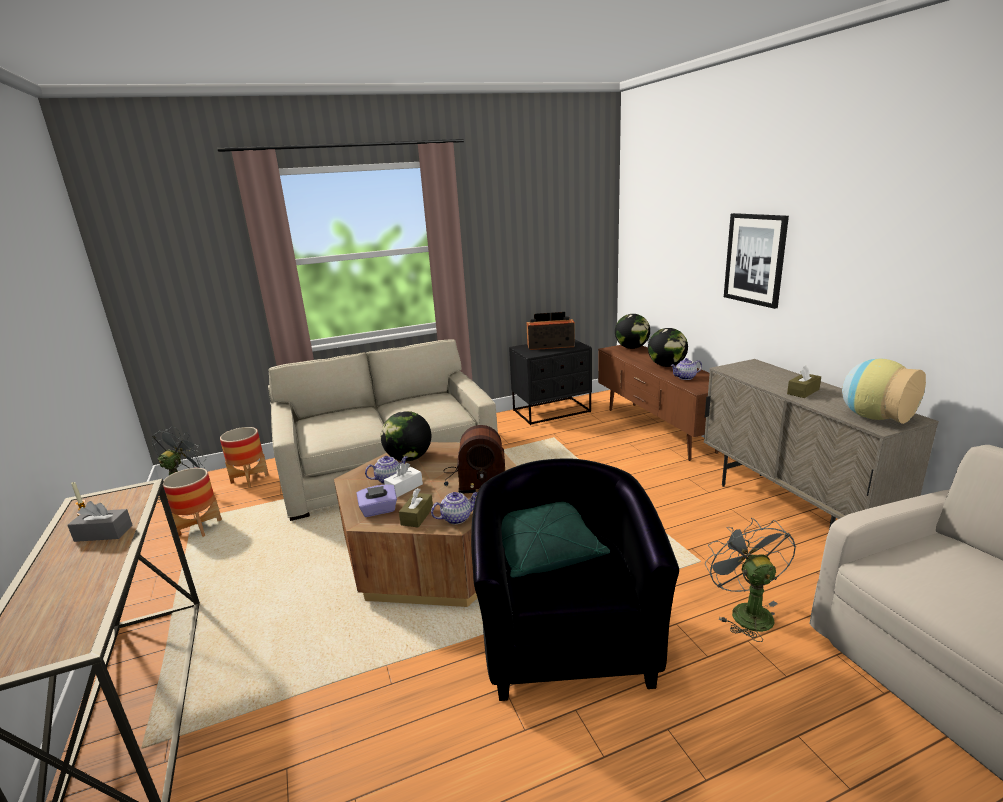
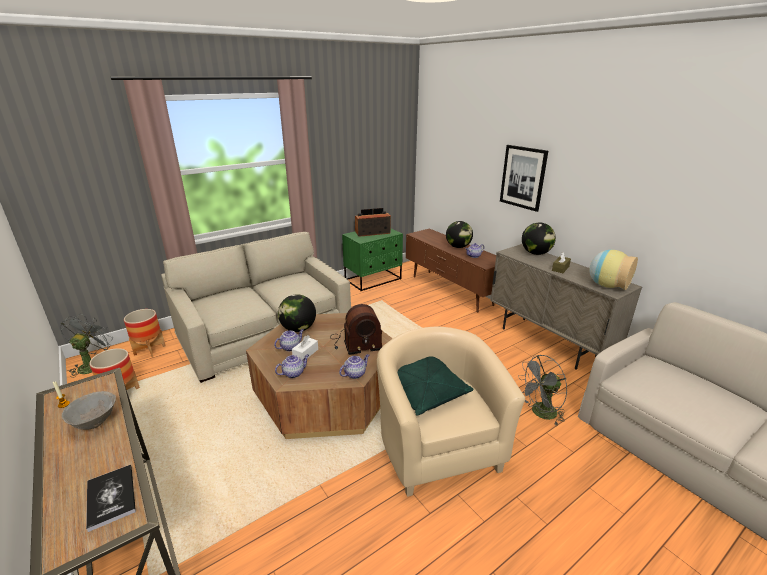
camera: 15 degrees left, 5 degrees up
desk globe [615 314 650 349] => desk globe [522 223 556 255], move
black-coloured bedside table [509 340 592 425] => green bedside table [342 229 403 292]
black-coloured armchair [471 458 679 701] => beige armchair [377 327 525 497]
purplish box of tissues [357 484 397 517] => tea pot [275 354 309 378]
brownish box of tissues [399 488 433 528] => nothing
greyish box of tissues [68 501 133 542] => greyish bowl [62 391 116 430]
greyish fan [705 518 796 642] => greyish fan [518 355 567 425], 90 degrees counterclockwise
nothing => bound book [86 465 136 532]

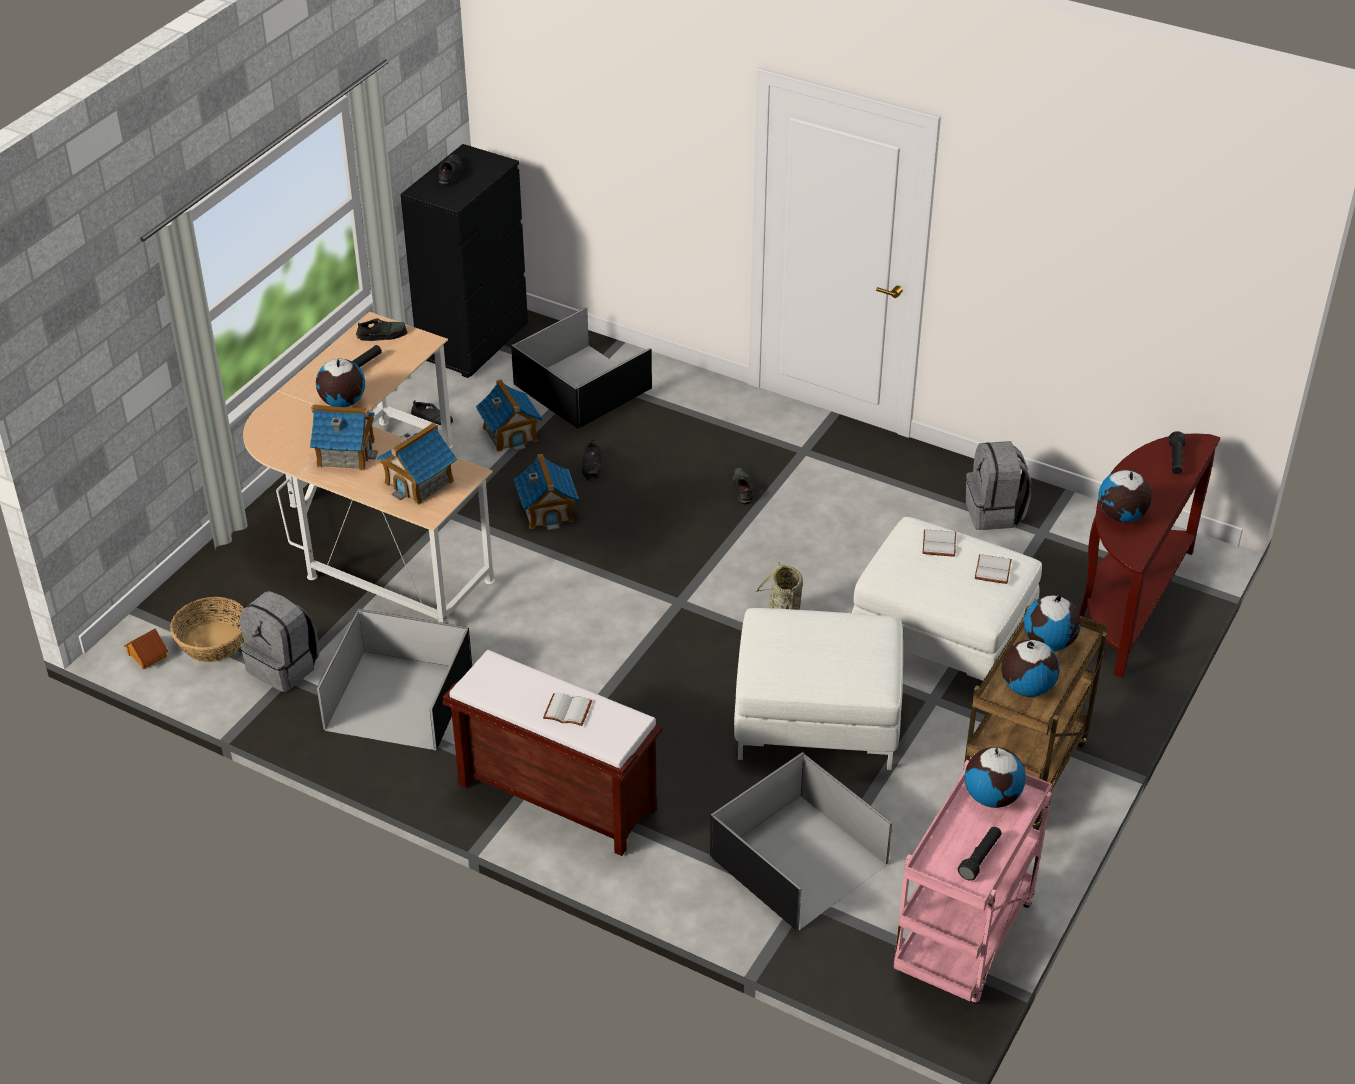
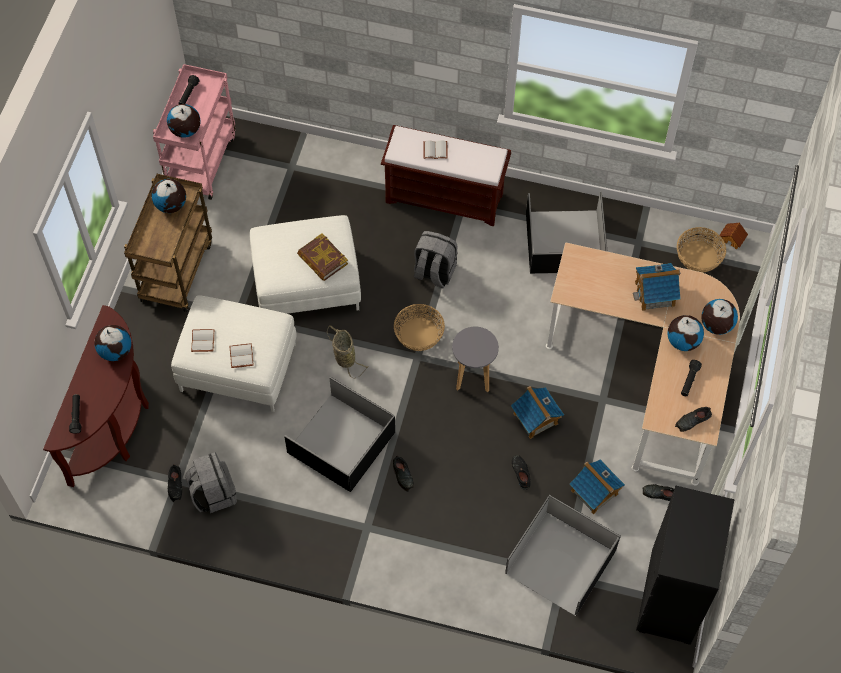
camera: 165 degrees right, 20 degrees up
black-coloured item of footwear [439 154 463 186] => black-coloured item of footwear [168 464 182 502], move
miniature house [377 422 457 505] => nothing
greyish backpack [240 591 319 692] => greyish backpack [413 231 458 288], move
desk globe [1024 595 1081 651] => desk globe [701 299 738 335], move
black-coloured storage box [710 752 892 931] => black-coloured storage box [284 377 395 492], move
nothing => bound book [297 233 348 281]
nothing => storage basket [394 304 445 351]
nothing => greyish sitting stool [452 327 499 392]

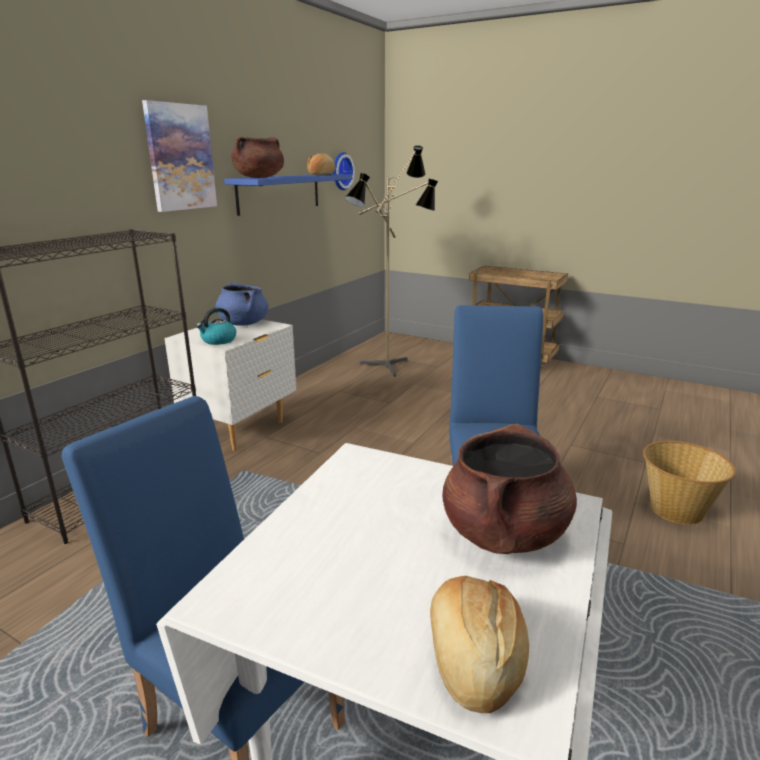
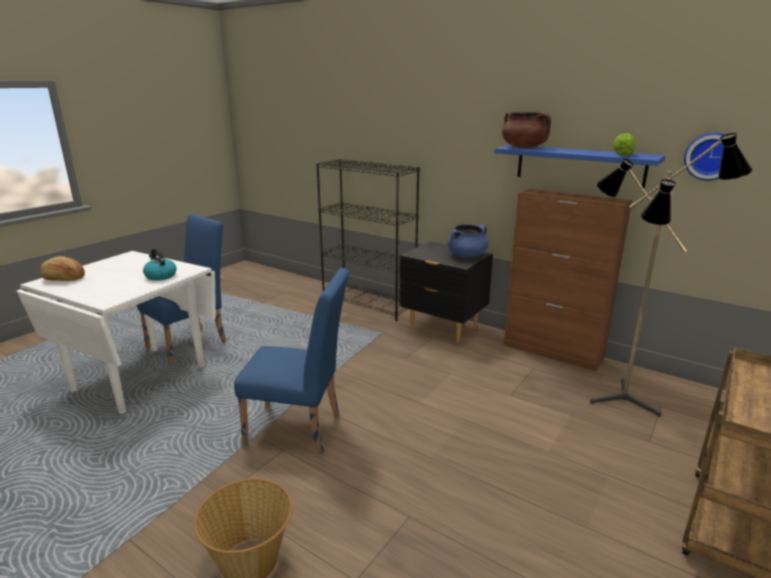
camera: 95 degrees right, 0 degrees up
picture [142 100 217 212] => nothing
bakery bread [307 154 335 175] => lettuce head [613 133 635 156]
kettle [196 308 237 345] => kettle [143 248 176 281], move
white-coloured bedside table [164 319 296 451] => black-coloured bedside table [399 242 493 343]
brownish cooking pot [442 424 577 554] => nothing
nothing => brownish cabinet [504 188 632 371]

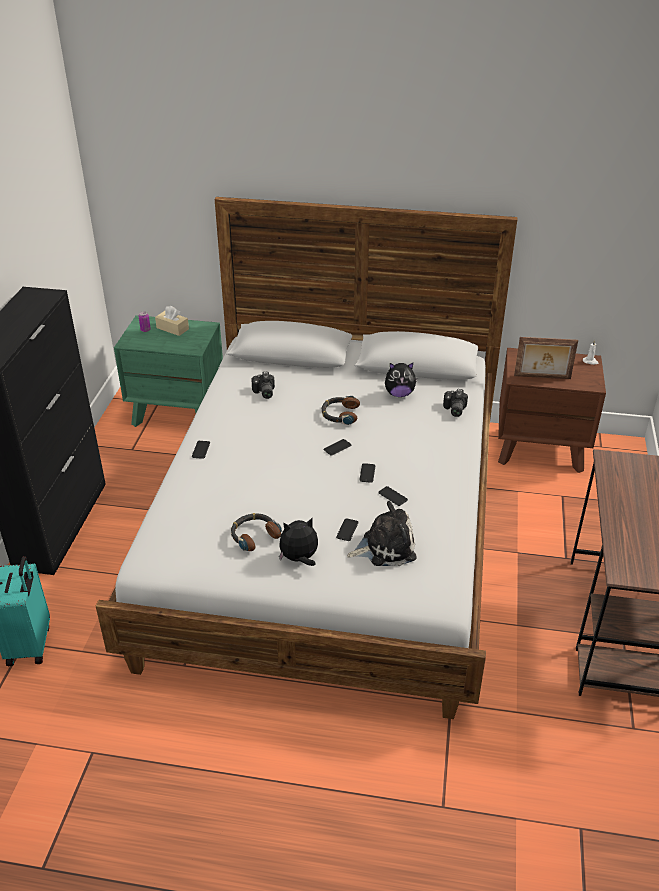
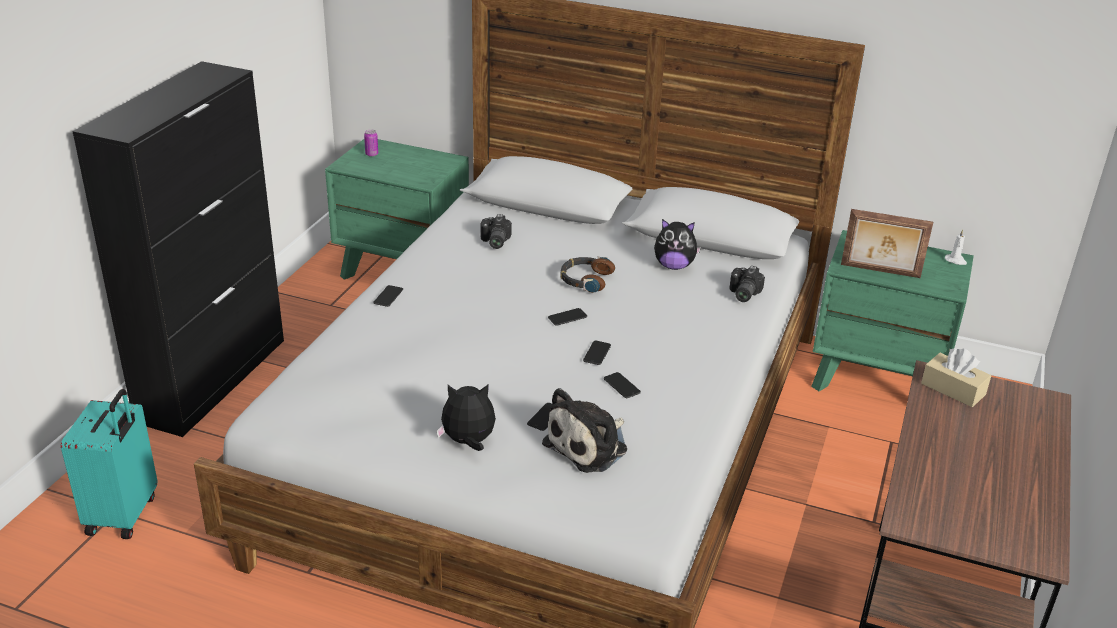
camera: 10 degrees right, 5 degrees down
beige box of tissues [155 306 189 336] => beige box of tissues [921 348 991 407], move
brownish bedside table [498 348 606 473] => green bedside table [811 230 974 391]
soft toy [347 501 417 566] => soft toy [542 388 627 473], 135 degrees clockwise
pair of headphones [231 513 282 551] => nothing

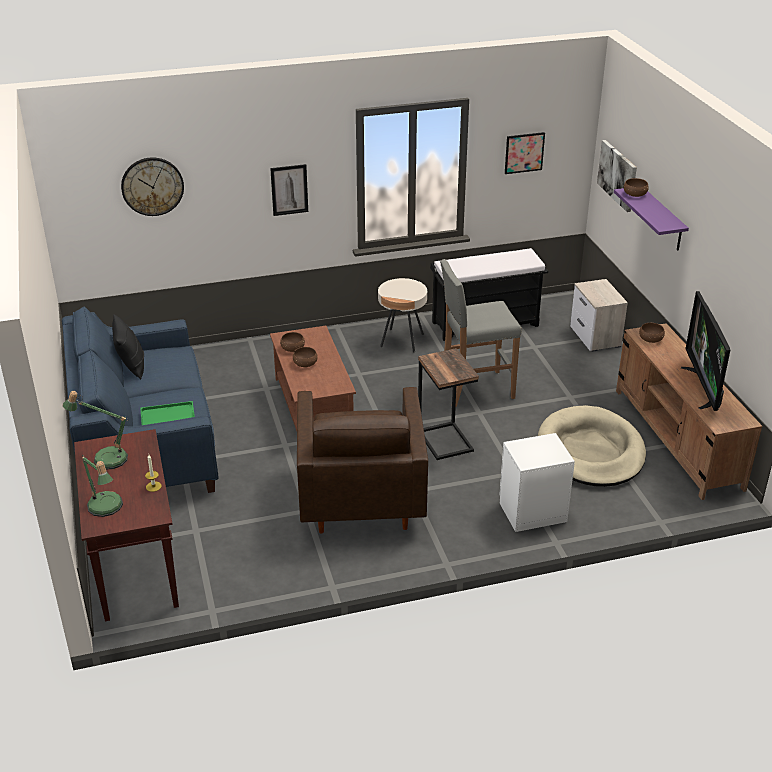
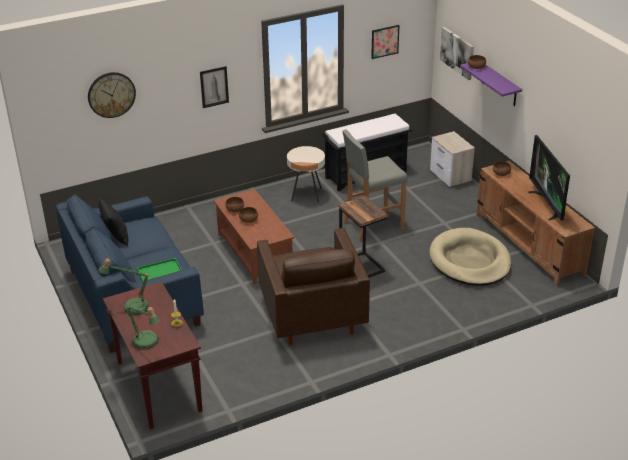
camera: 10 degrees left, 0 degrees up
white-coloured bedside table [499 433 575 532] => nothing

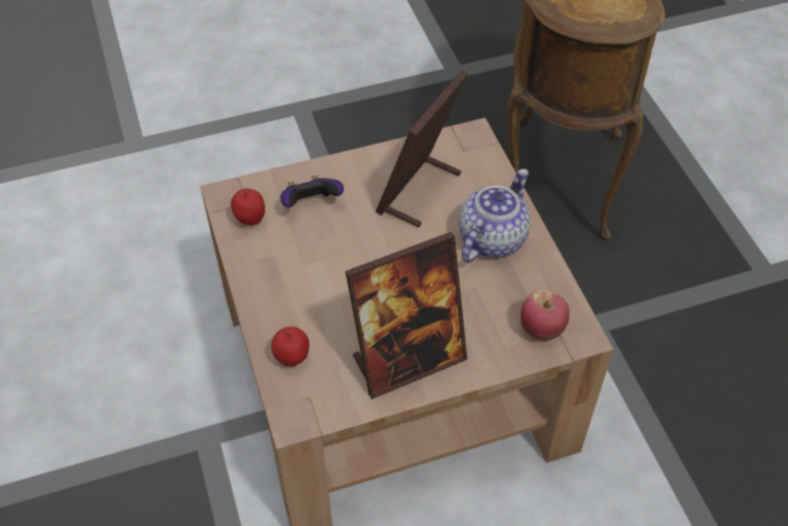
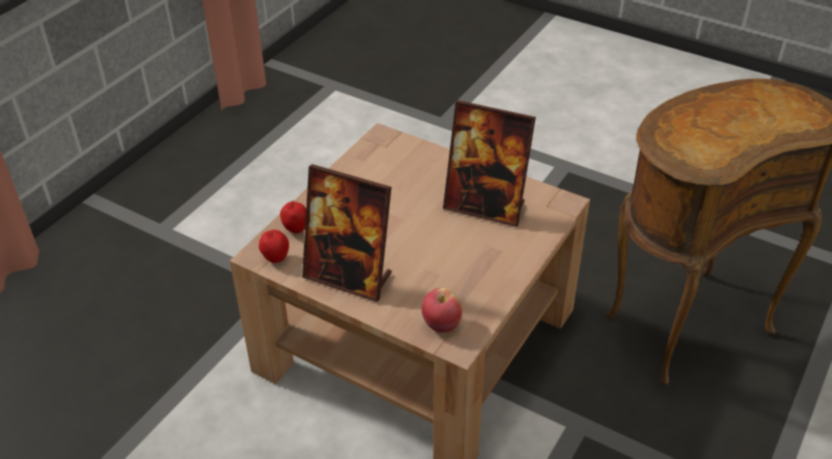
camera: 50 degrees right, 10 degrees down
standing frame [375 70 468 227] => standing frame [443 100 536 227], 150 degrees counterclockwise
tea pot [459 169 531 262] => nothing
game controller [280 175 344 208] => nothing
whole apple [231 188 265 226] => whole apple [259 229 289 263], move

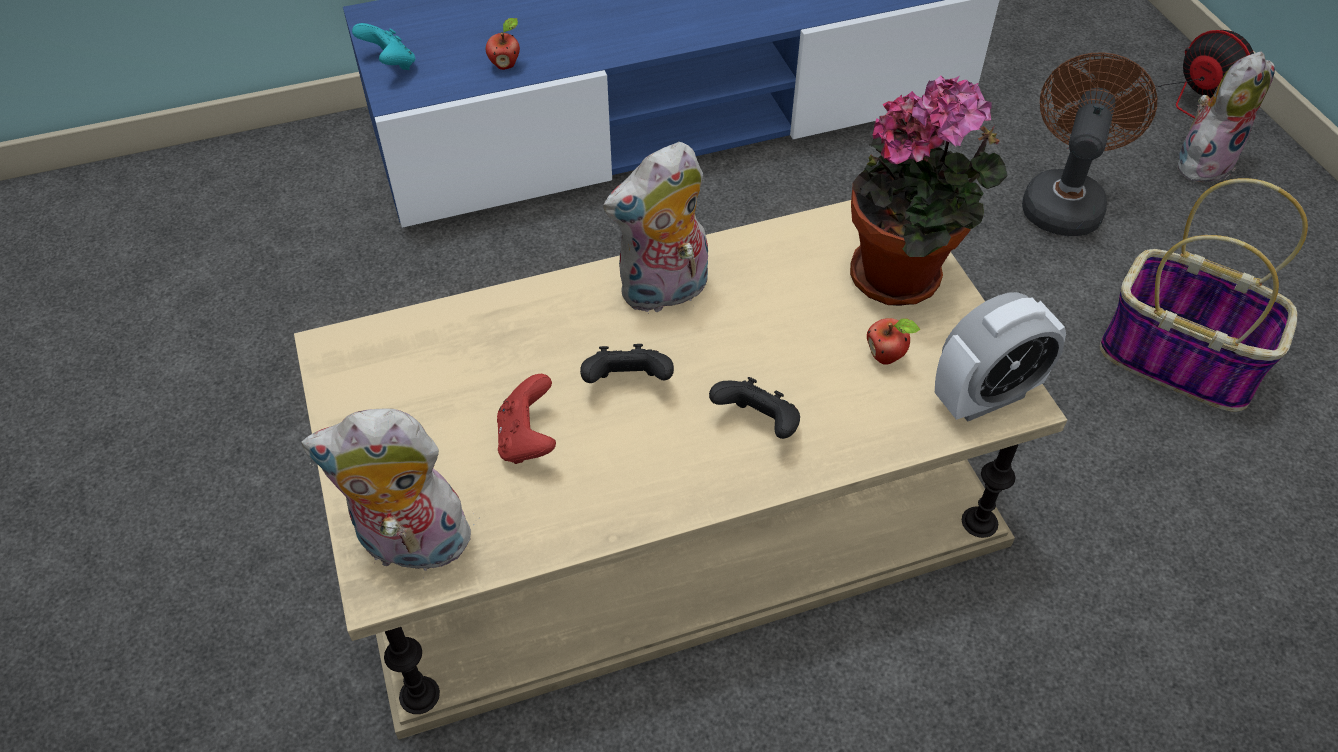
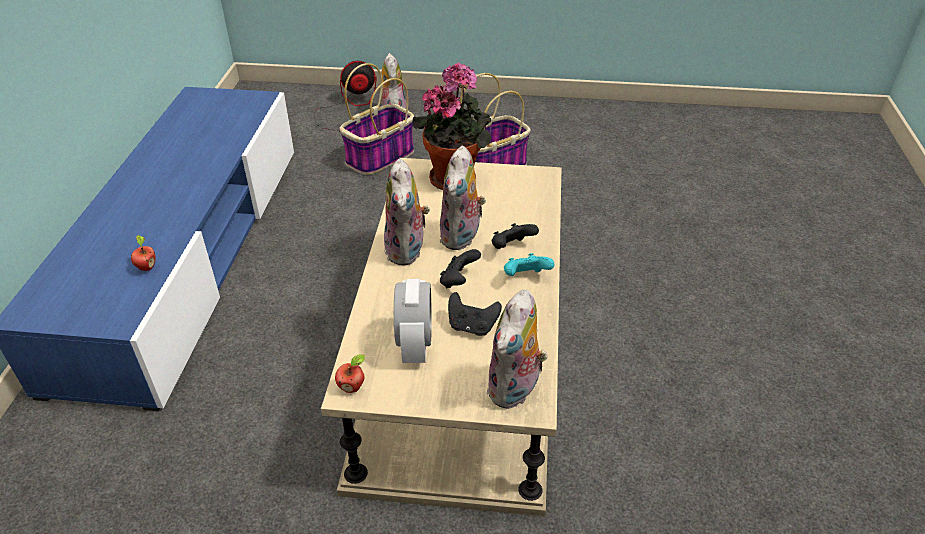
camera: 65 degrees left, 10 degrees down
turquoise-coloured game controller [352 23 415 70] => turquoise-coloured game controller [504 253 554 276], move
brownish fan [1022 52 1157 236] => storage basket [340 63 414 175]
alarm clock [935 292 1066 422] => alarm clock [394 279 432 363], move
whole apple [867 318 920 365] => whole apple [335 354 365 393], move
reddish game controller [497 374 556 464] => black-coloured game controller [448 292 502 336]
nothing => soft toy [440 146 486 250]

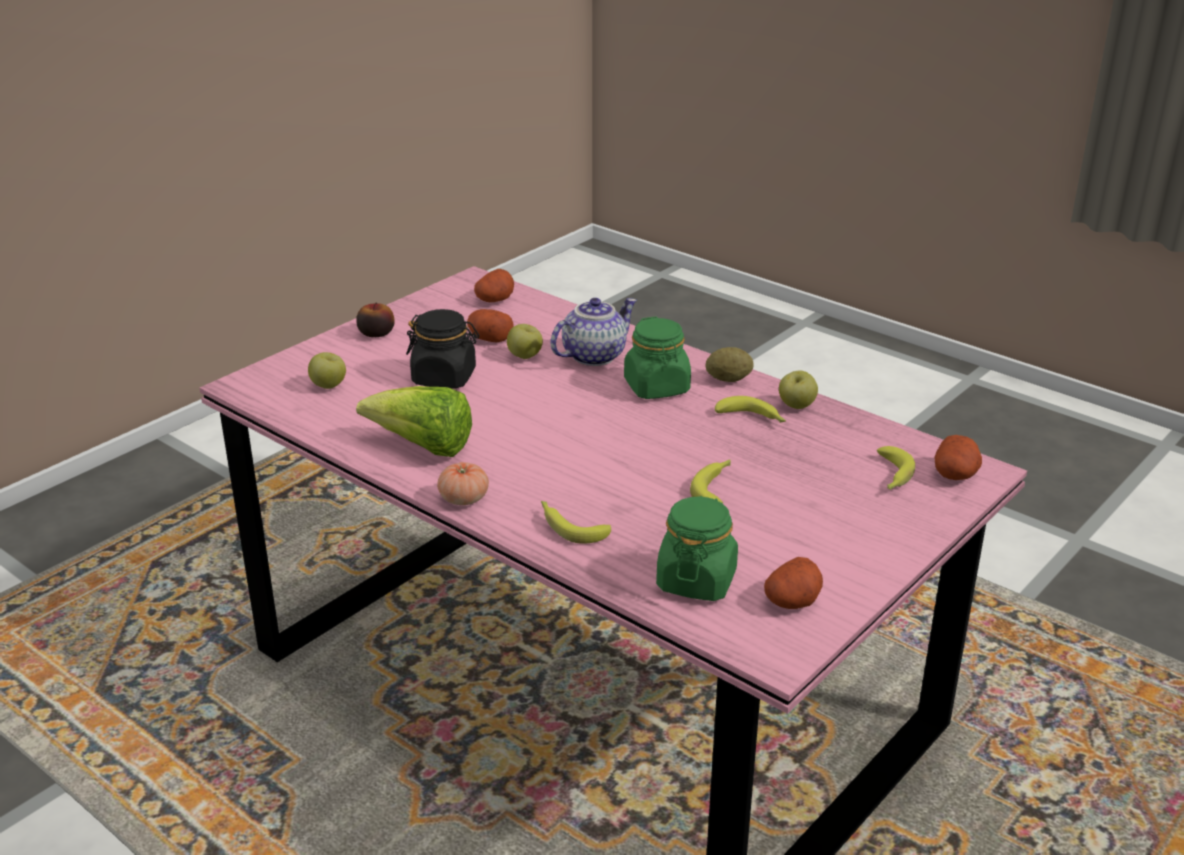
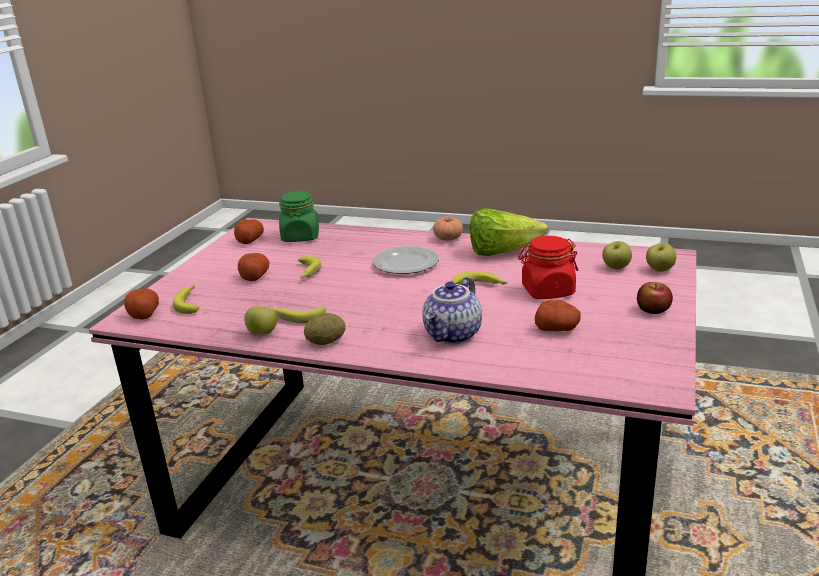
camera: 160 degrees right, 5 degrees down
potato [474 269 514 302] => potato [238 253 269 281], move
black-coloured storage jar [406 309 479 388] => reddish storage jar [518 236 578 299]
green storage jar [624 316 691 399] => nothing
whole apple [507 324 543 359] => whole apple [646 243 676 272], move
banana fruit [541 501 611 544] => banana fruit [452 271 507 285], move
nothing => dinner plate [373 246 439 274]

